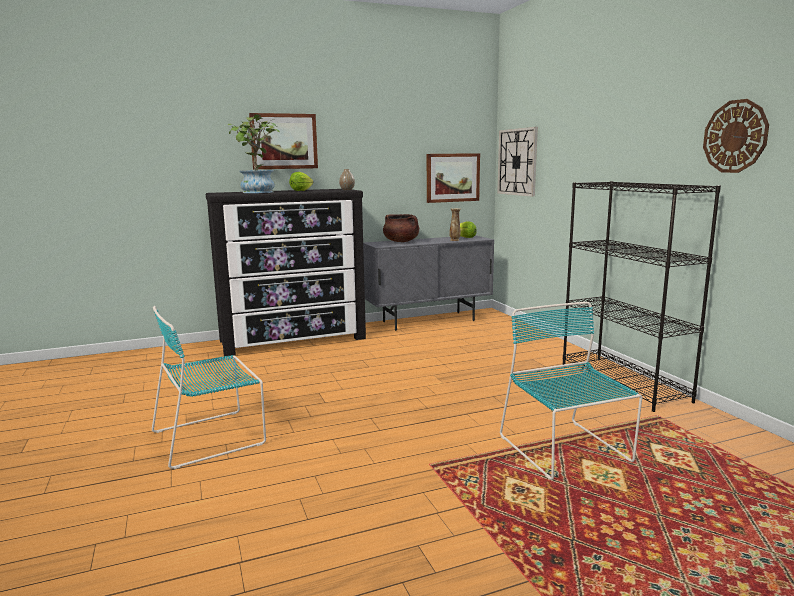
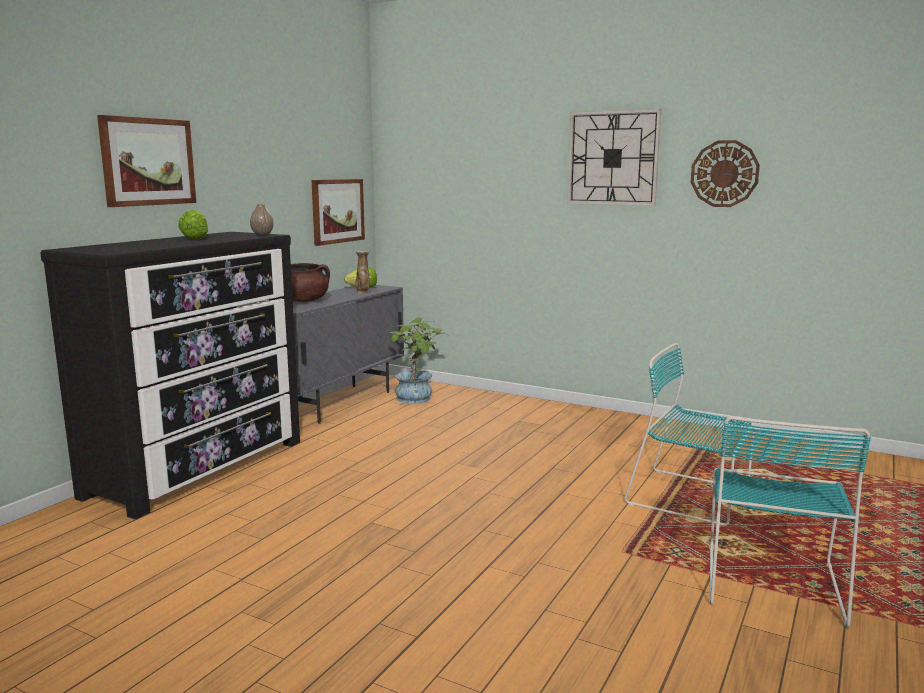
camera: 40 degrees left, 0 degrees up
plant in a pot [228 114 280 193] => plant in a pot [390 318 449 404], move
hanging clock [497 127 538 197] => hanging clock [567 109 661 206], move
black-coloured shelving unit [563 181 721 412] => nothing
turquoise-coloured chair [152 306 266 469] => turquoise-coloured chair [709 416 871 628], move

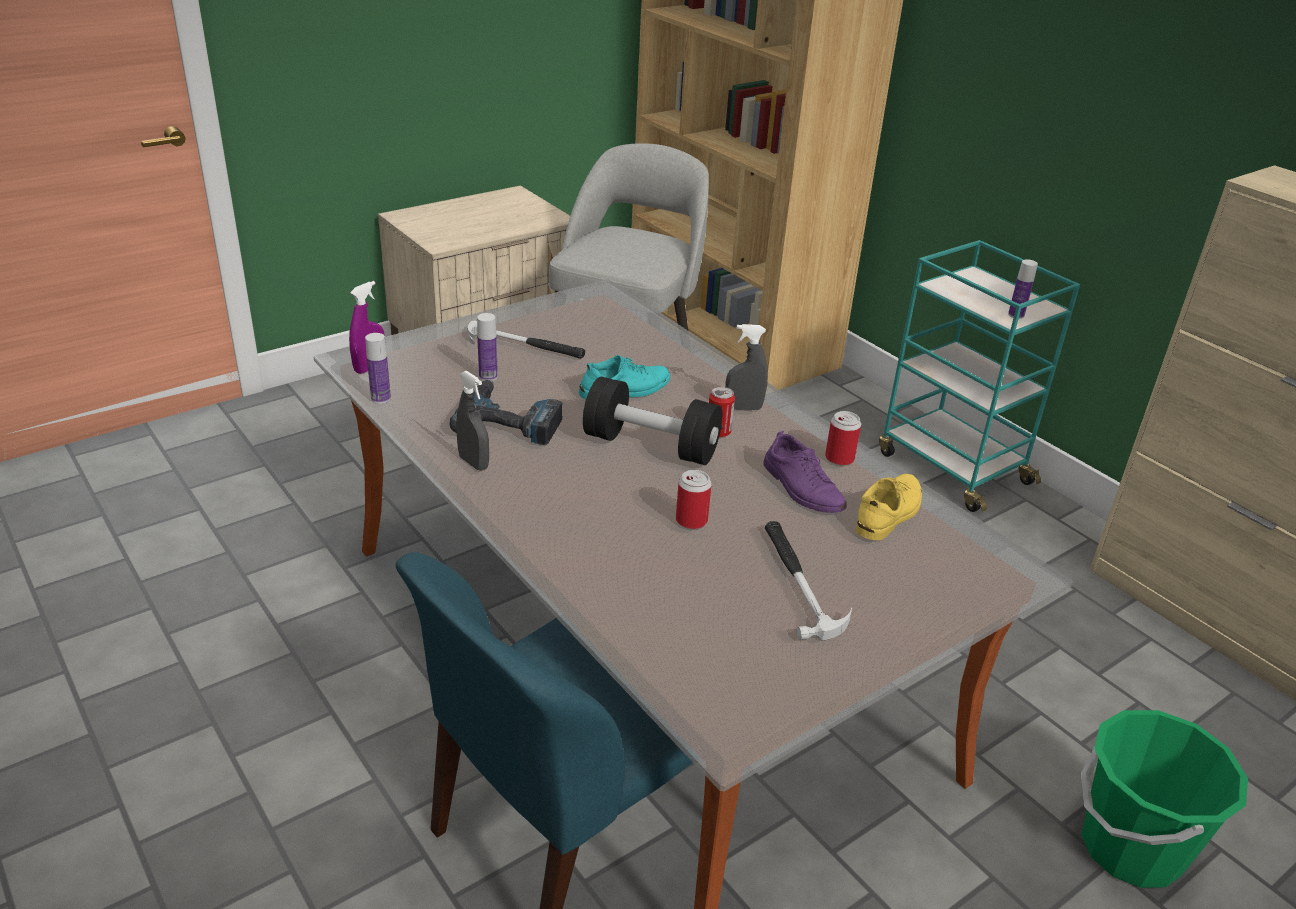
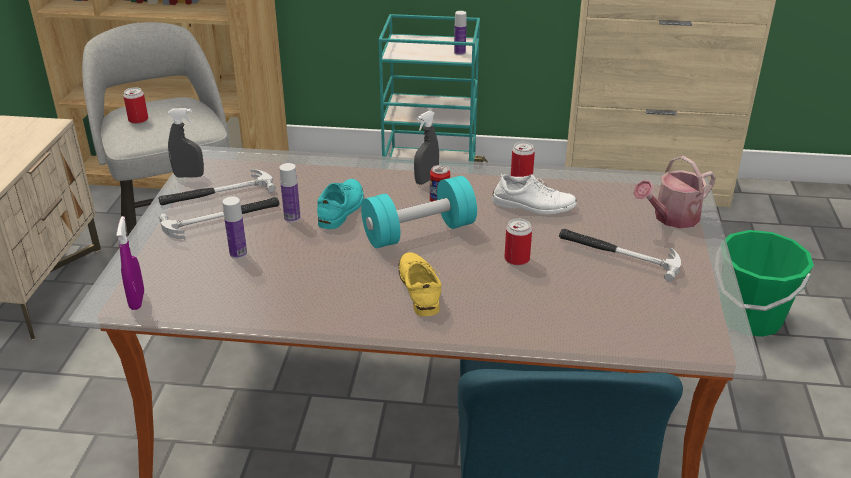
camera: 45 degrees left, 0 degrees up
beverage bottle [365 333 391 404] => beverage bottle [279 163 301 223], move
greyish spray bottle [456 371 489 471] => greyish spray bottle [168 108 204 178], move
black-coloured hand weight [583 377 722 465] => turquoise-coloured hand weight [361 176 477 248]
electric drill [449 379 563 445] => nothing
purplish item of footwear [763 431 847 513] => white-coloured item of footwear [492 173 577 215]
yellowish item of footwear [856 474 922 540] => yellowish item of footwear [398 252 442 316], move
nothing => metal can [123 87 148 124]
nothing => sprinkling can [633 156 716 228]
nothing => hammer [158 169 276 205]

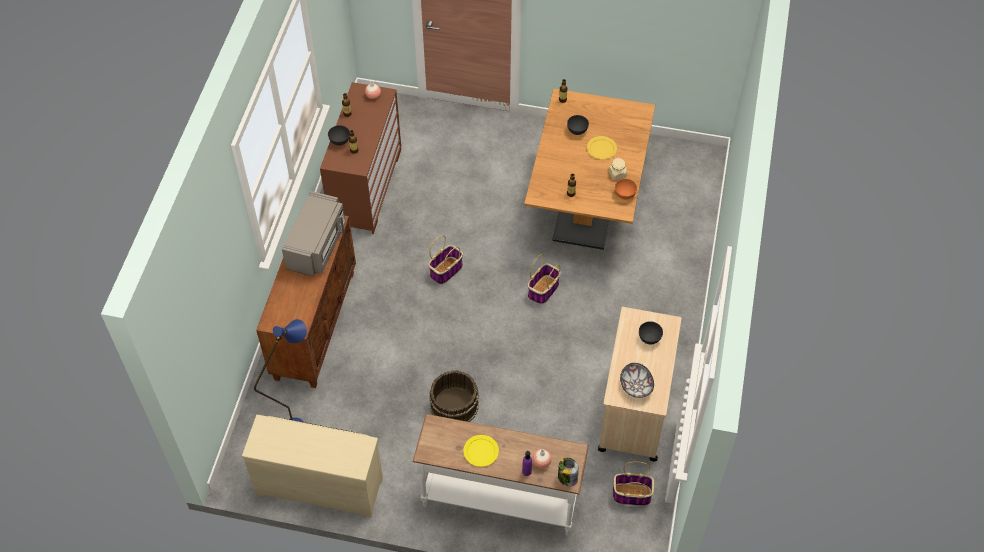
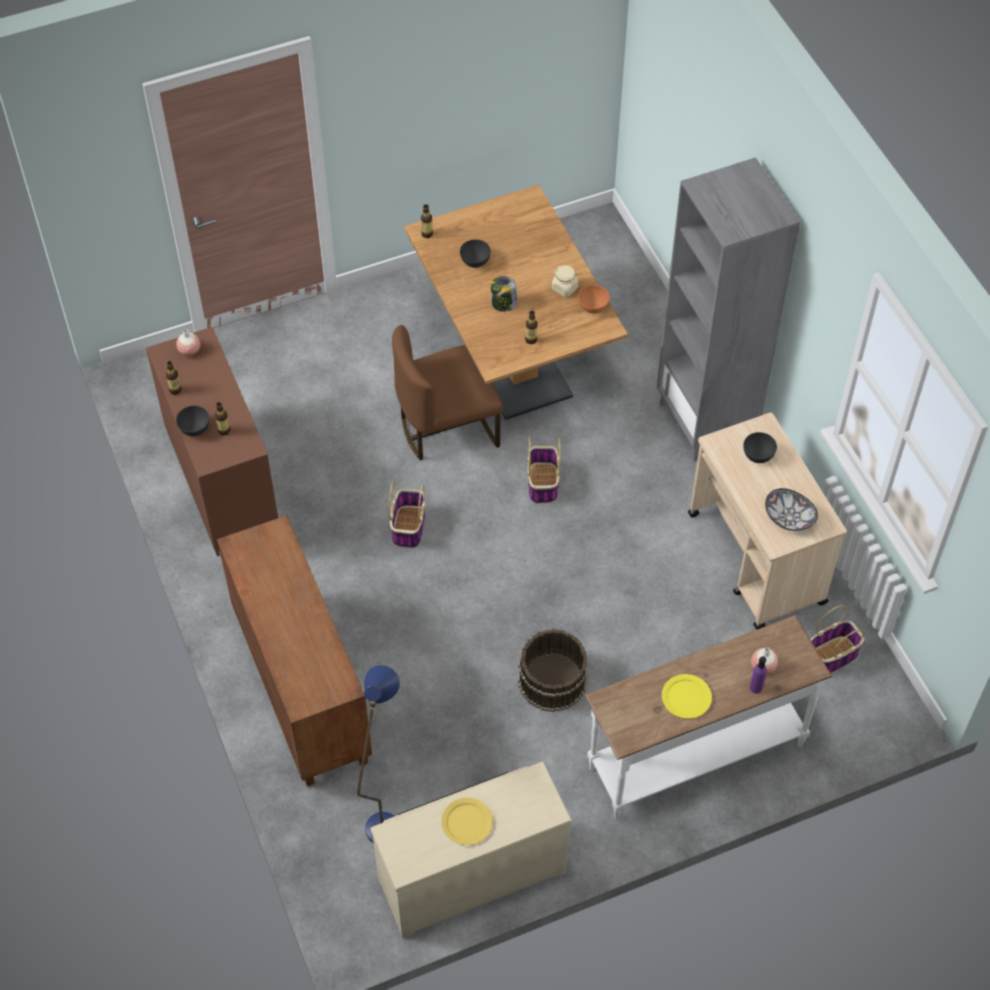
camera: 35 degrees left, 0 degrees up
yellowish dinner plate [587 136 617 159] => yellowish dinner plate [441 798 493 845], move
greyish microwave oven [282 191 345 277] => nothing
storage jar [558 458 579 487] => storage jar [491 276 517 312], move
nothing => greyish shelving unit [657 157 800 462]
nothing => brownish chair [392 325 503 460]

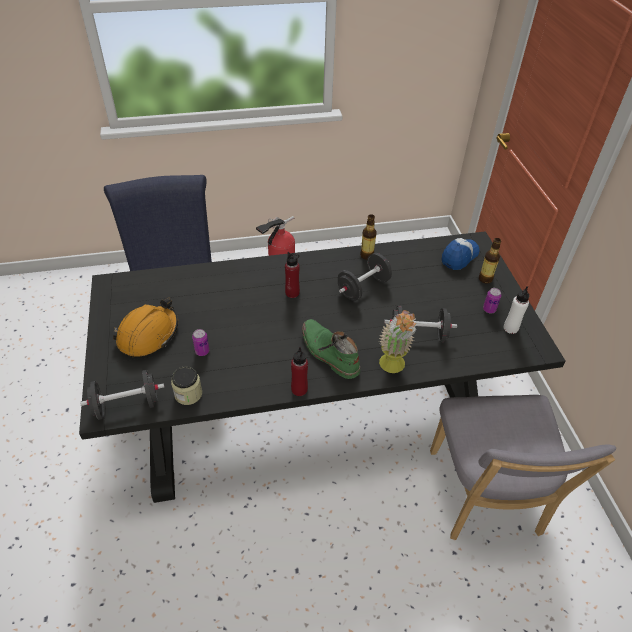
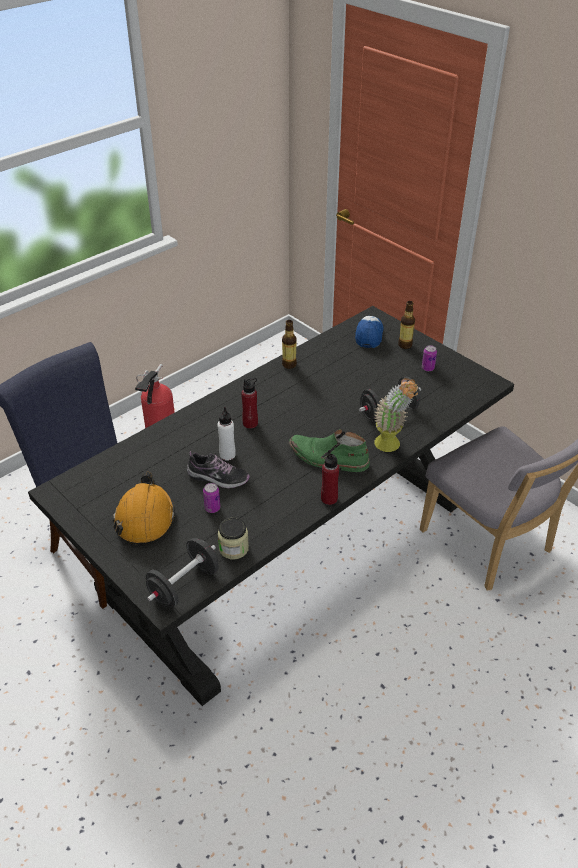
camera: 30 degrees left, 5 degrees down
black-coloured hand weight [338 253 392 301] => nothing
white-coloured beverage bottle [503 286 529 334] => white-coloured beverage bottle [217 407 236 460], move
nothing => item of footwear [187 451 250 488]

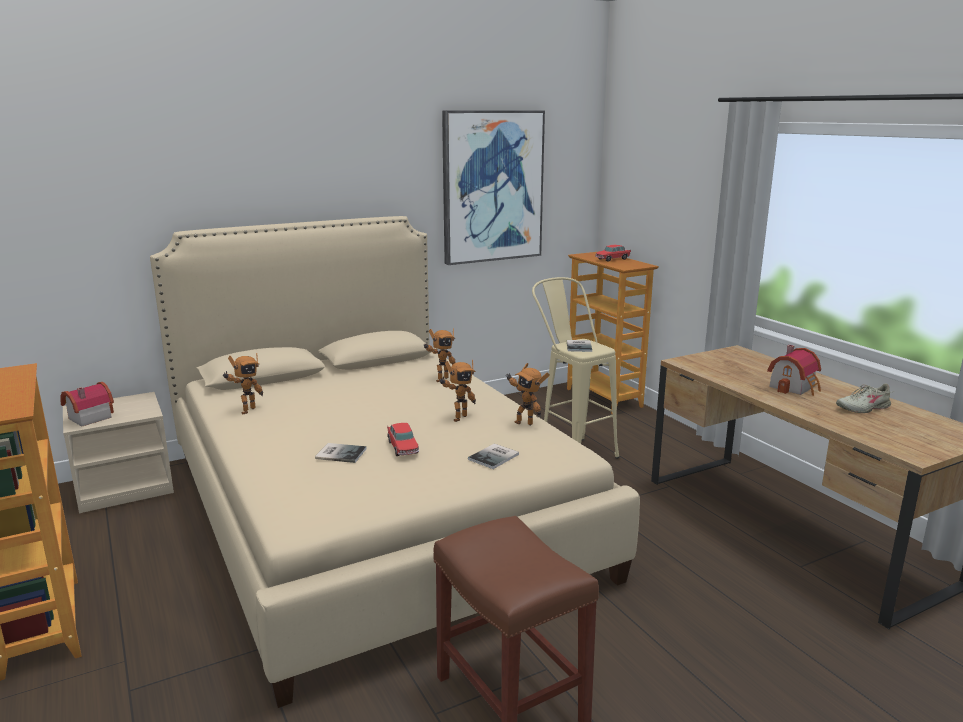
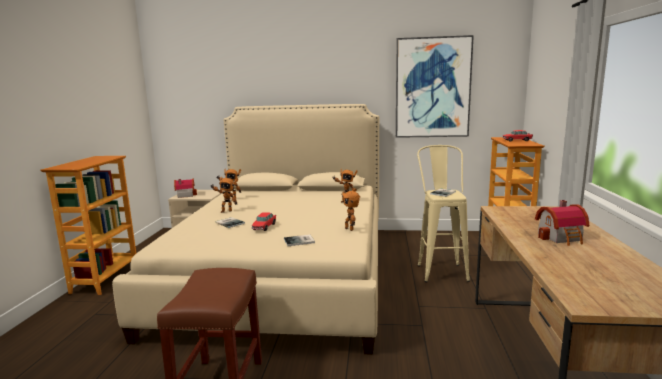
camera: 35 degrees right, 5 degrees down
toy robot [440 360 476 422] => toy robot [210 176 238 213], move
beige item of footwear [836 384 891 413] => nothing

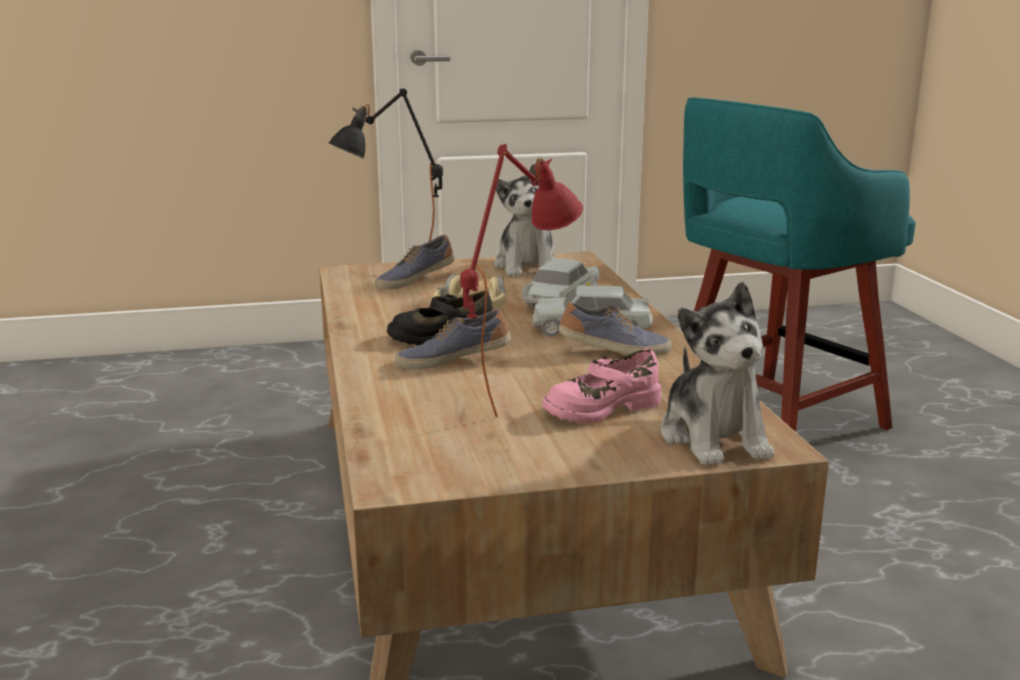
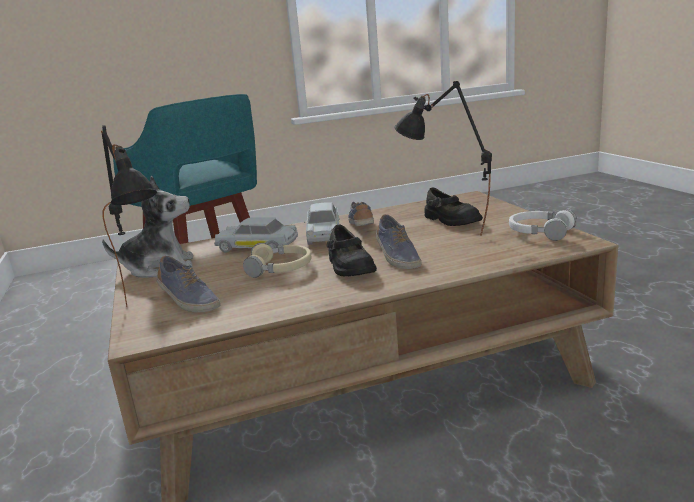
camera: 95 degrees left, 0 degrees up
reddish table lamp [460 144 583 417] => black-coloured table lamp [394 81 492 236]
soft toy [661 282 774 465] => nothing
pink item of footwear [542 348 661 423] => black-coloured item of footwear [425 188 483 226]
nothing => white-coloured pair of headphones [509 209 577 241]

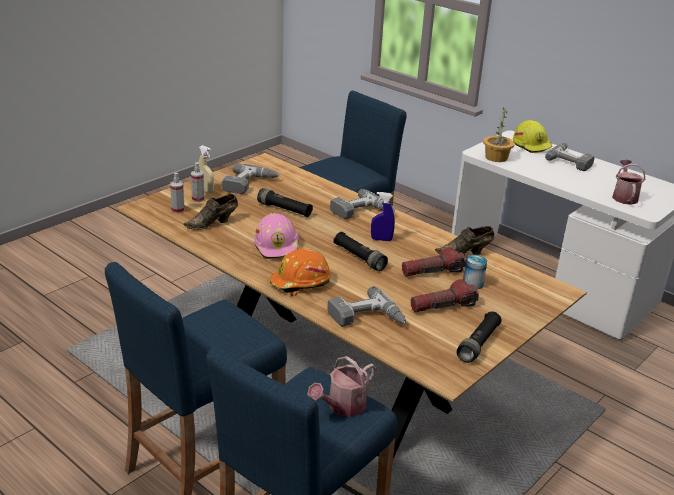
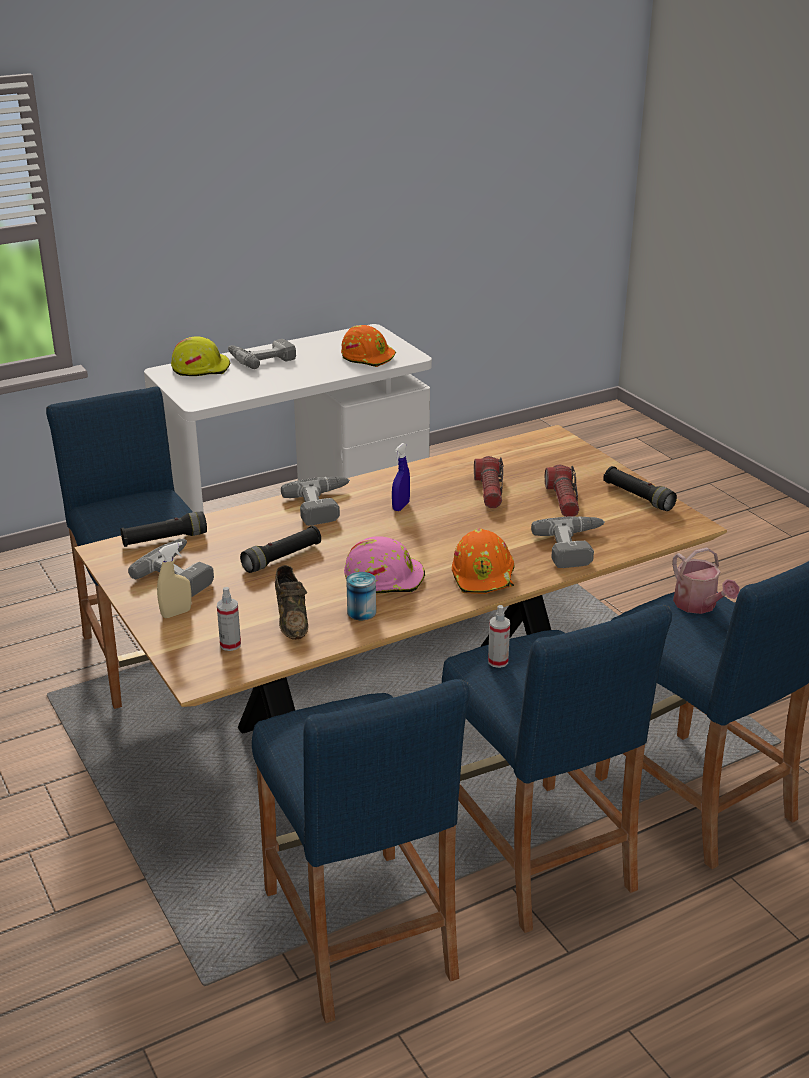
camera: 70 degrees left, 0 degrees up
plant in a pot [483 107 515 162] => nothing
sprinkling can [612 160 645 205] => orange-coloured work helmet [341 325 396 367]
spray bottle [191 162 204 202] => spray bottle [488 605 510 668], move
brownish item of footwear [435 226 494 255] => nothing
black-coloured torch [333 232 388 271] => black-coloured torch [121 512 207 547], move
metal can [463 255 487 289] => metal can [346 572 376 620], move
nothing => blue-coloured sitting stool [252 679 470 1023]

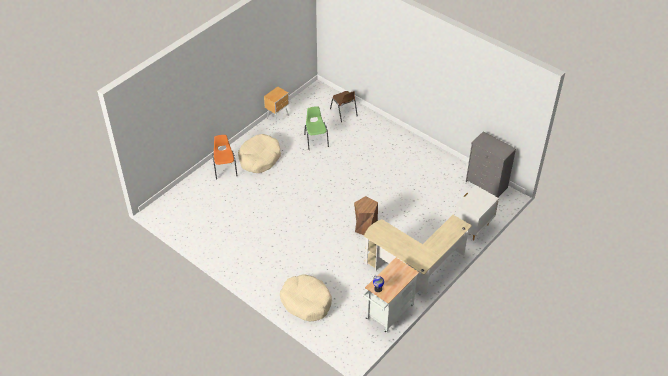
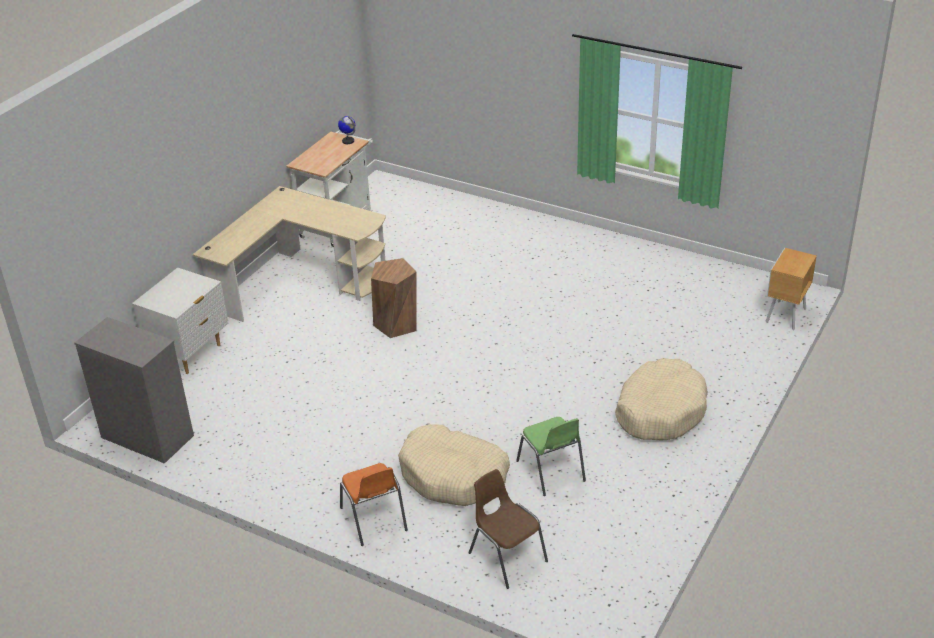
camera: 170 degrees right, 10 degrees down
brownish bedside table [264 87 289 125] => brownish bedside table [766 248 817 330], move
orange-coloured chair [212 135 238 180] => orange-coloured chair [340 463 408 546], move
beige dog bed [280 274 332 321] => beige dog bed [398 424 510 506], move

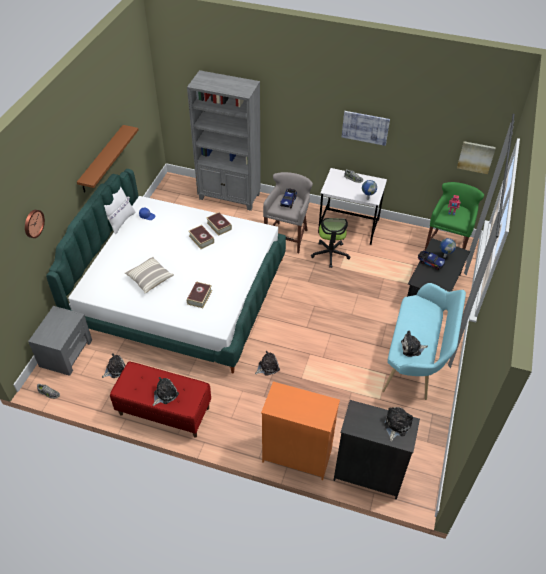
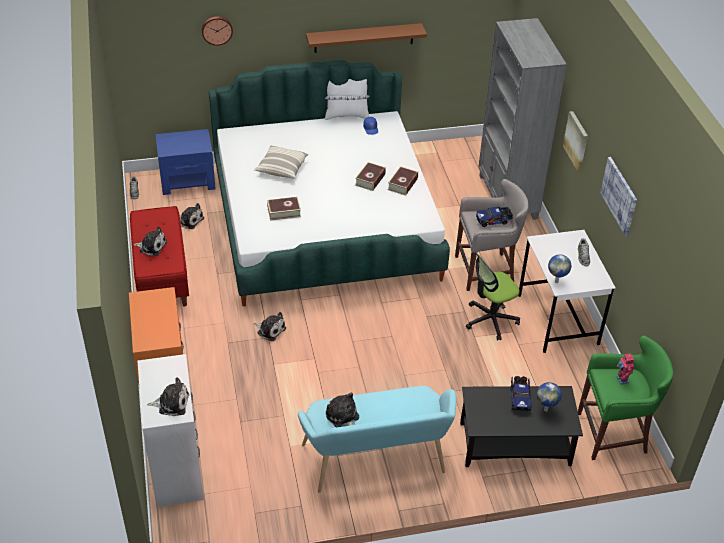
camera: 60 degrees right, 5 degrees down
picture [457 141 496 174] => picture [563 111 588 171], move
greyish bedside table [28 306 92 376] => blue-coloured bedside table [155 129 216 195]
black-coloured chest of drawers [333 400 420 499] => white-coloured chest of drawers [137 354 204 507]

